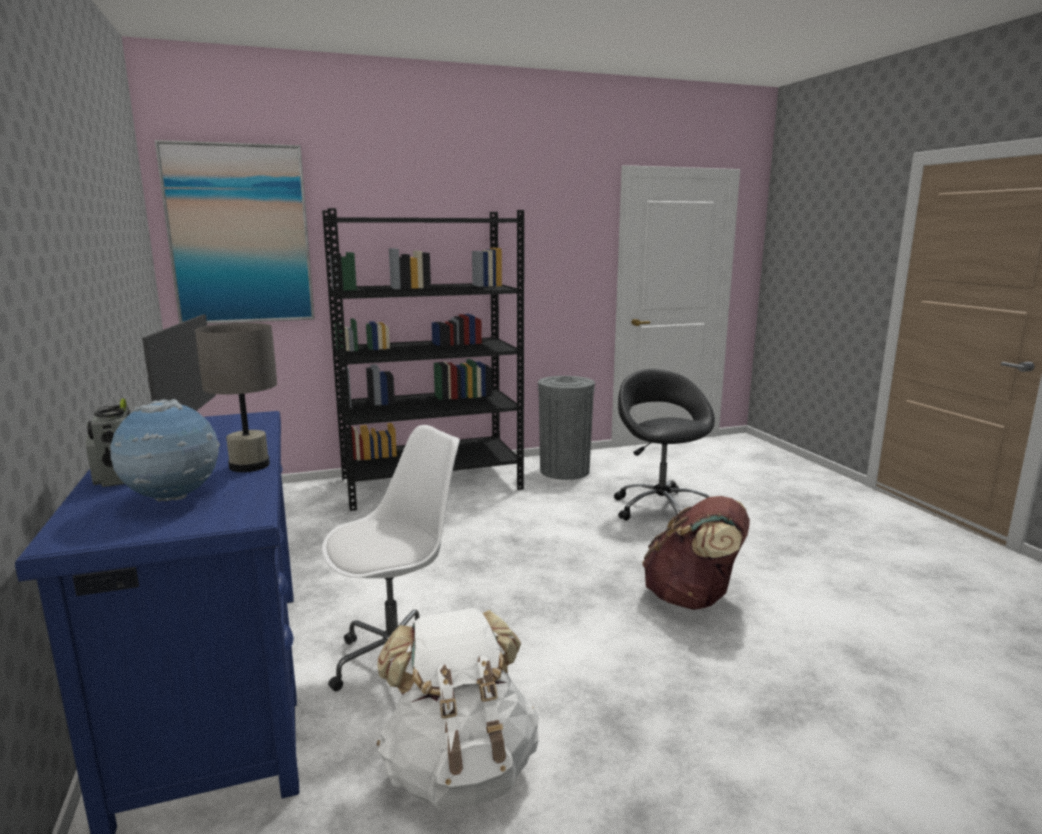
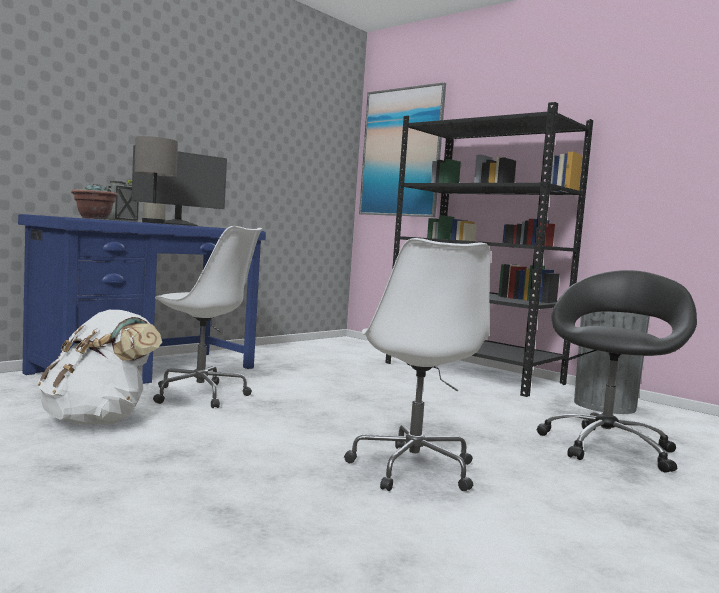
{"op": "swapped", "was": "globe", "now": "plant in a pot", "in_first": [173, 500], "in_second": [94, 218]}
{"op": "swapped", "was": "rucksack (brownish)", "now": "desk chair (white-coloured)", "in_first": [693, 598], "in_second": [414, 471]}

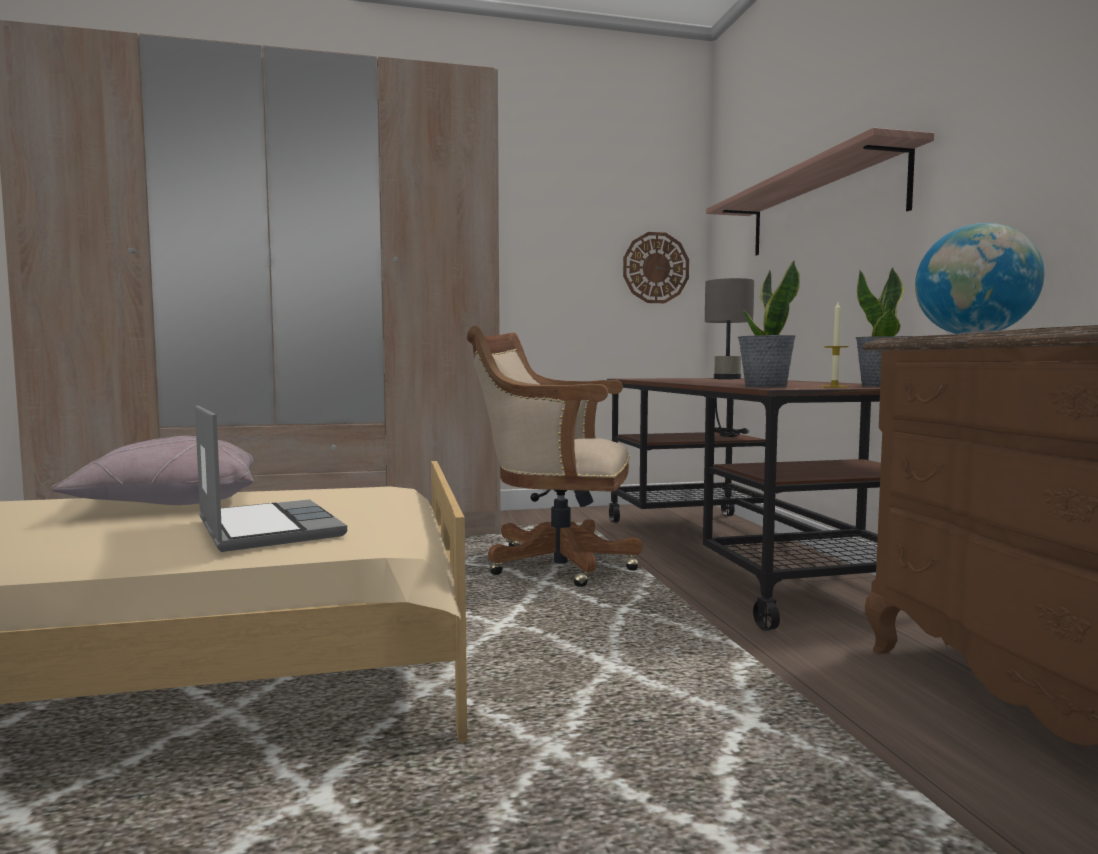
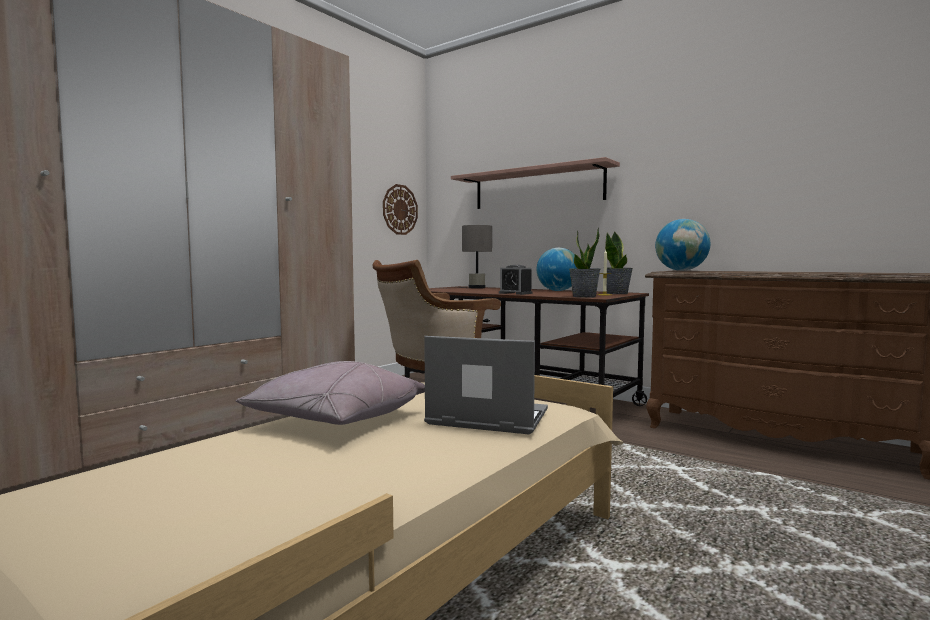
{"op": "new", "now": "alarm clock", "in_second": [515, 293]}
{"op": "new", "now": "globe", "in_second": [557, 291]}

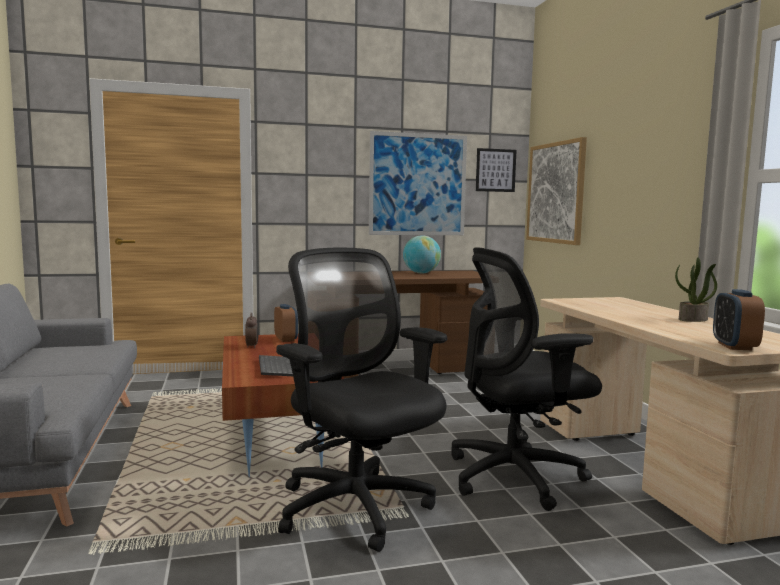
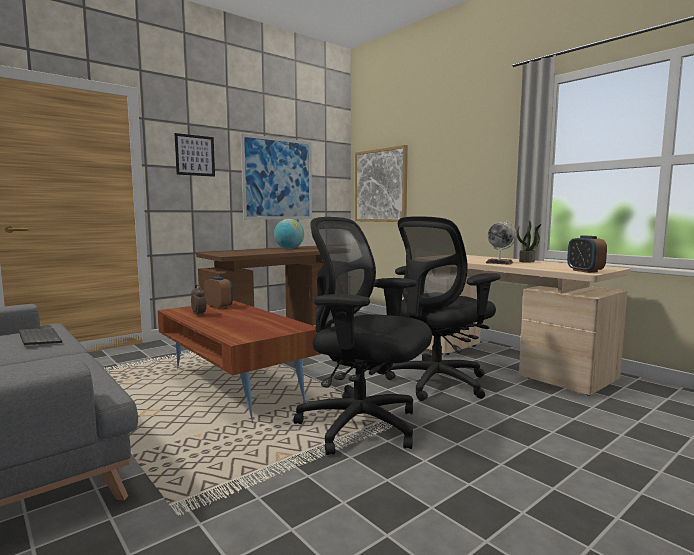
{"op": "new", "now": "globe", "in_second": [499, 263]}
{"op": "shifted", "was": "keyboard", "in_first": [274, 367], "in_second": [38, 338]}
{"op": "shifted", "was": "wall picture", "in_first": [495, 170], "in_second": [195, 155]}

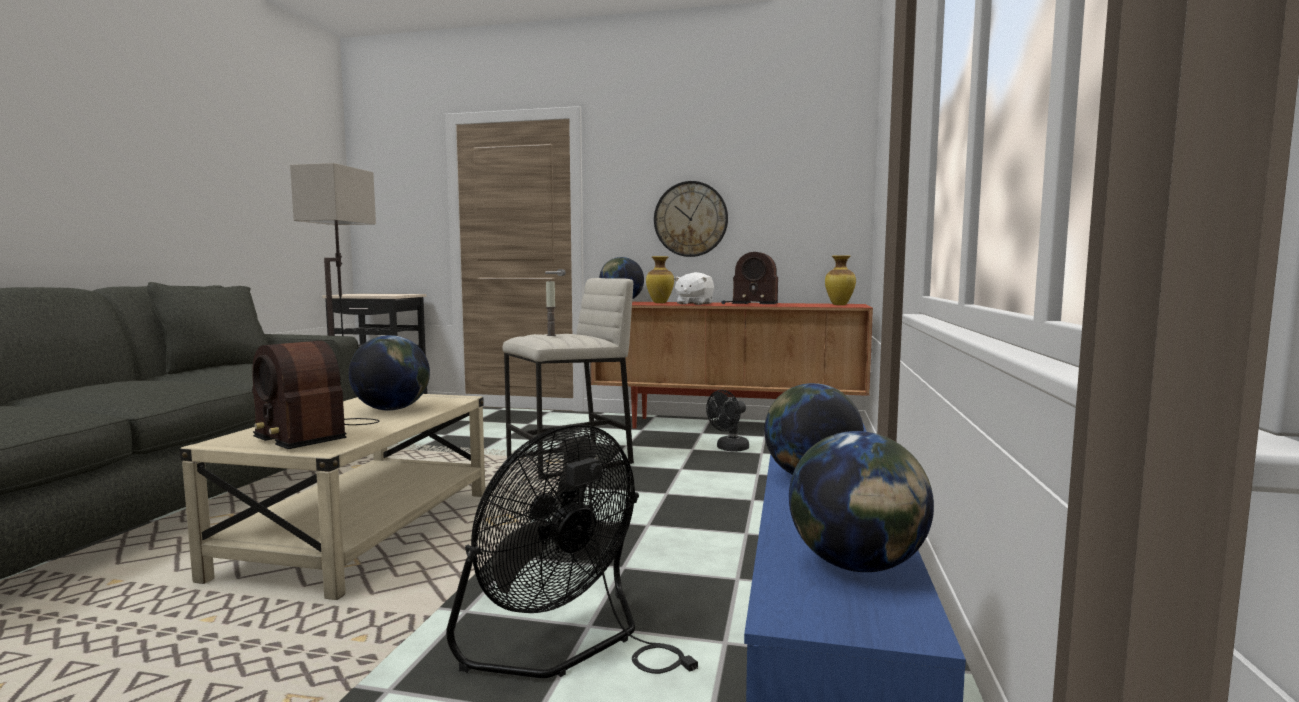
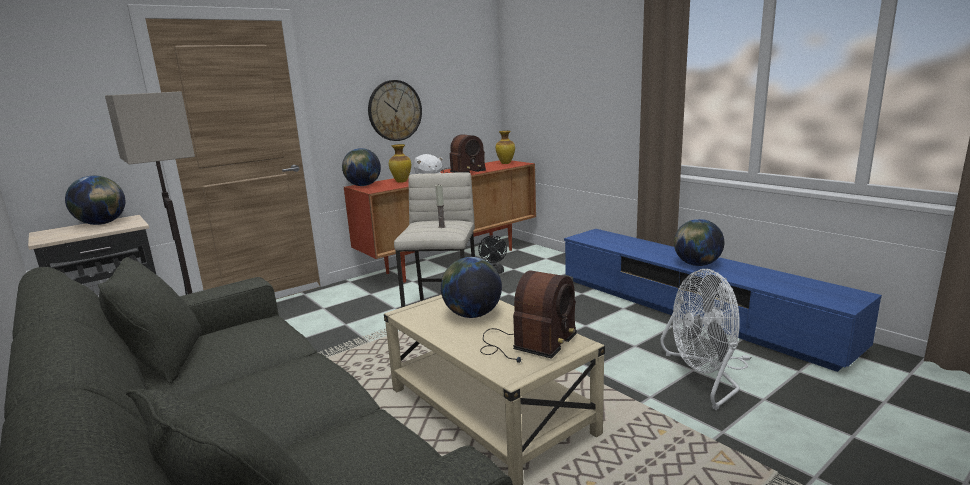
{"op": "shifted", "was": "globe", "in_first": [857, 565], "in_second": [102, 223]}
{"op": "repainted", "was": "electric fan (black)", "now": "electric fan (white-coloured)", "in_first": [580, 641], "in_second": [707, 375]}
{"op": "rotated", "was": "radio set", "in_first": [314, 434], "in_second": [527, 344], "clockwise": -45}

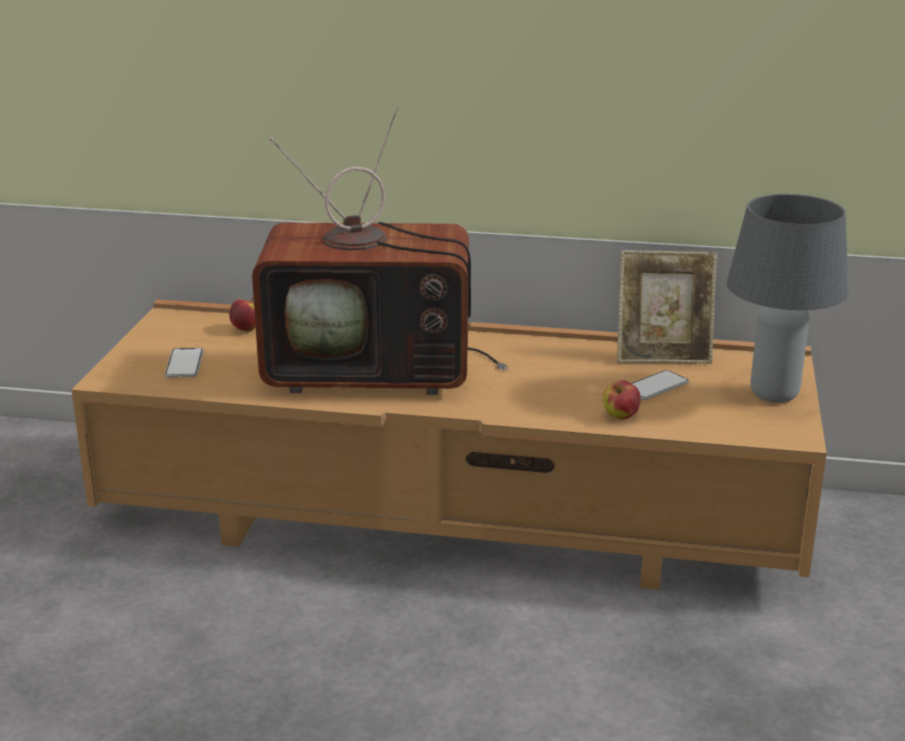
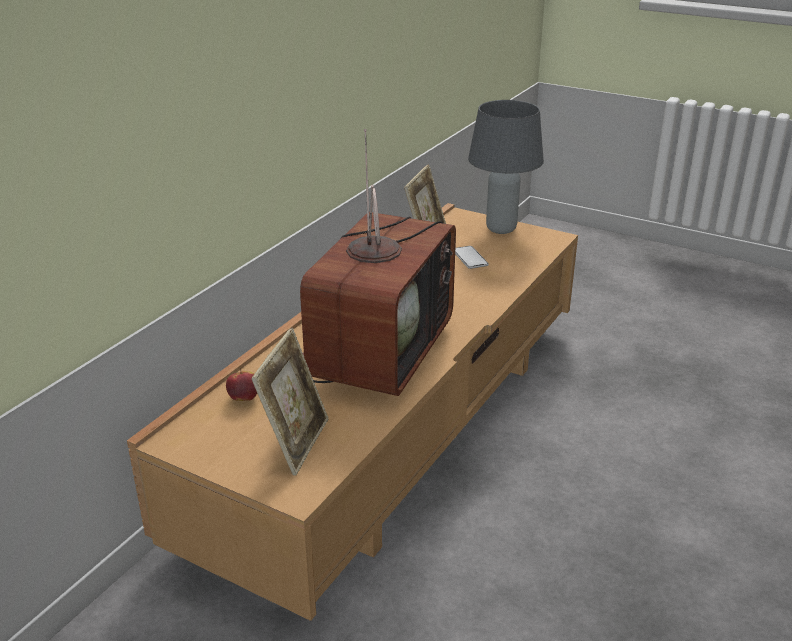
{"op": "gone", "was": "apple fruit", "in_first": [620, 416]}
{"op": "swapped", "was": "telephone", "now": "photo frame", "in_first": [184, 364], "in_second": [295, 443]}

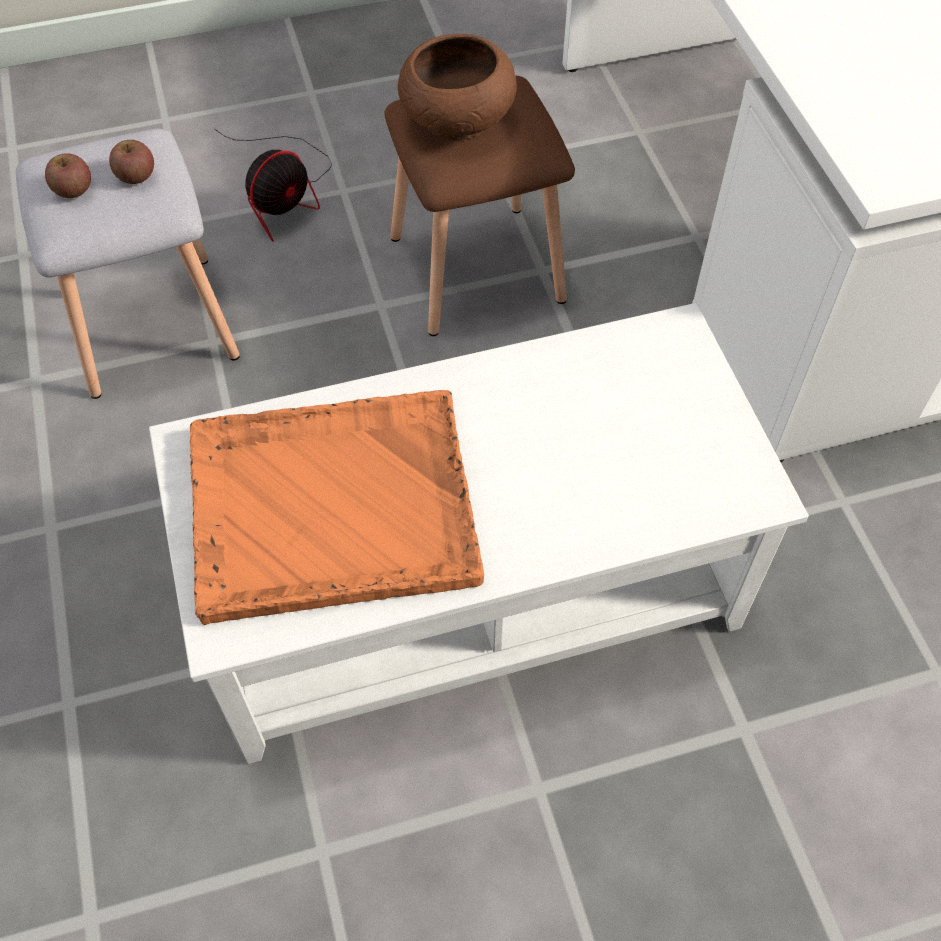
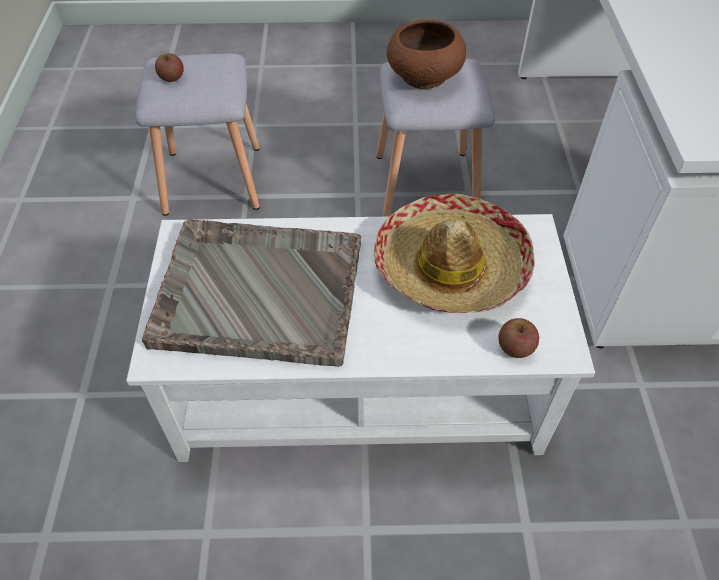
{"op": "gone", "was": "electric fan", "in_first": [283, 193]}
{"op": "new", "now": "wearable hat", "in_second": [451, 266]}
{"op": "shifted", "was": "apple fruit", "in_first": [136, 176], "in_second": [515, 347]}
{"op": "repainted", "was": "tray (orangey)", "now": "tray (greyish)", "in_first": [329, 506], "in_second": [257, 292]}
{"op": "repainted", "was": "stool (brownish)", "now": "stool (greyish)", "in_first": [474, 267], "in_second": [424, 183]}

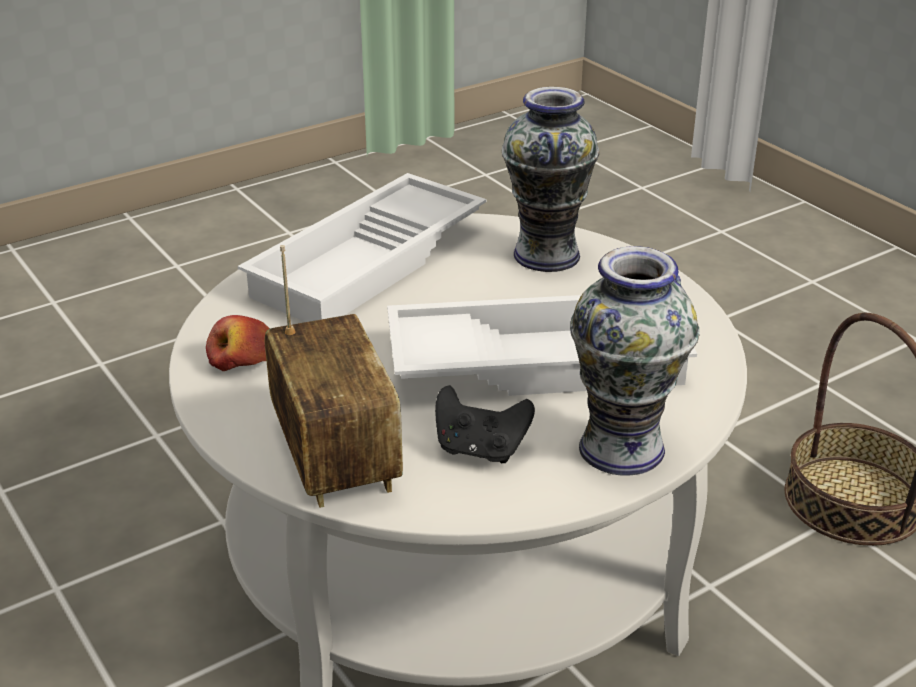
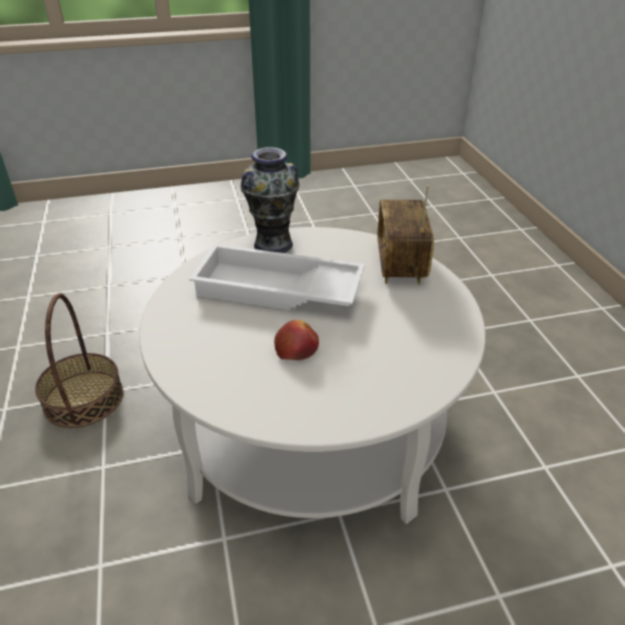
{"op": "gone", "was": "tray (white-coloured)", "in_first": [370, 264]}
{"op": "gone", "was": "gamepad (black)", "in_first": [480, 450]}
{"op": "gone", "was": "flower vase", "in_first": [547, 255]}
{"op": "shifted", "was": "apple fruit", "in_first": [243, 361], "in_second": [297, 348]}

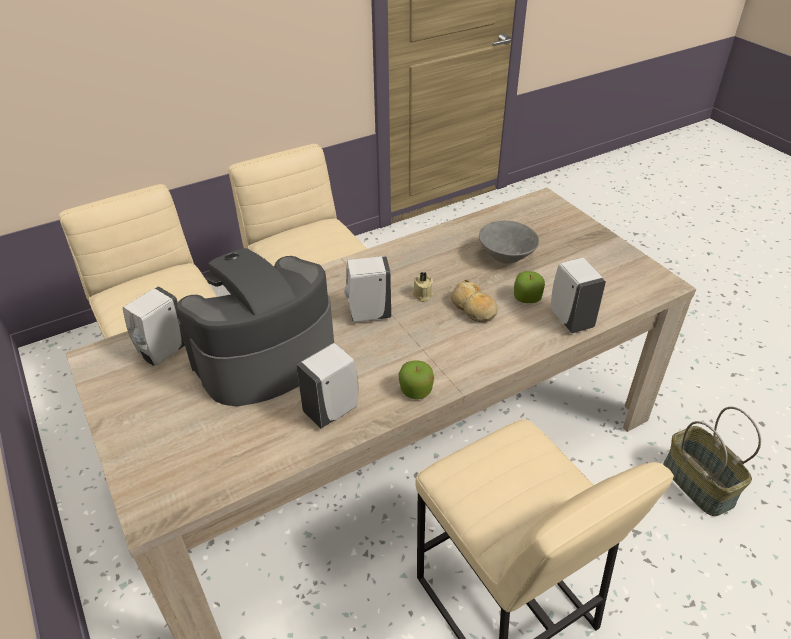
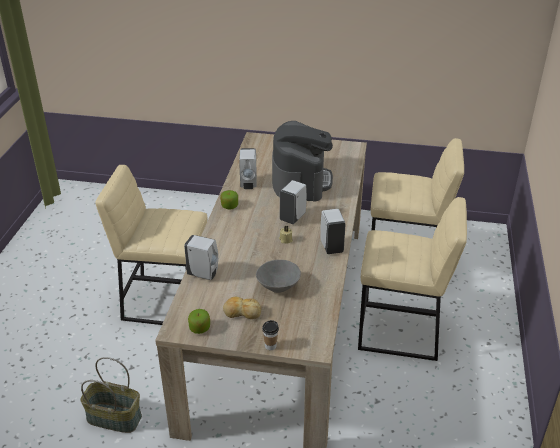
{"op": "new", "now": "cup", "in_second": [270, 346]}
{"op": "shifted", "was": "soap dispenser (white-coloured)", "in_first": [162, 352], "in_second": [331, 246]}
{"op": "shifted", "was": "bakery bread", "in_first": [473, 309], "in_second": [242, 312]}
{"op": "shifted", "was": "apple fruit", "in_first": [527, 298], "in_second": [199, 328]}

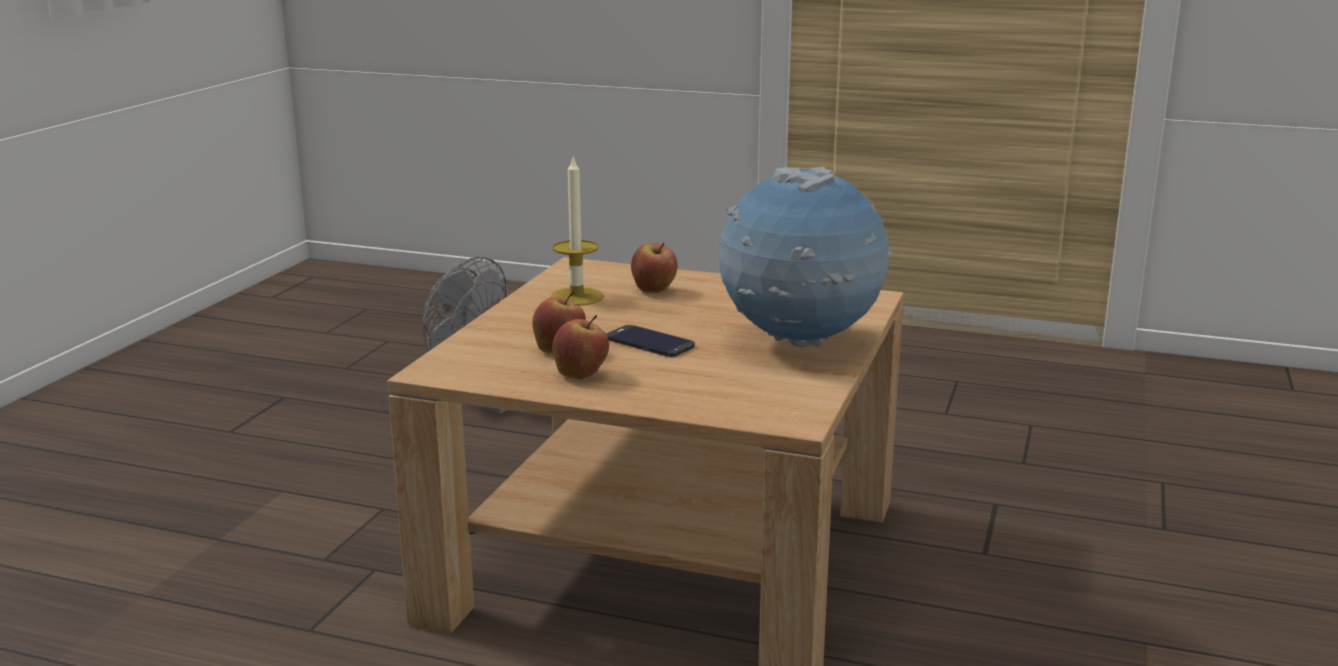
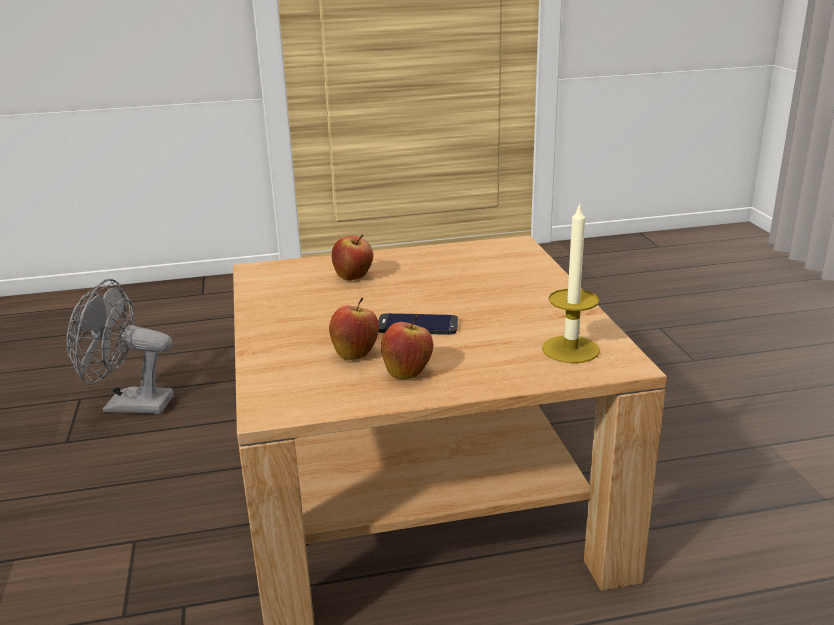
{"op": "gone", "was": "globe", "in_first": [800, 344]}
{"op": "shifted", "was": "wax candle", "in_first": [576, 297], "in_second": [570, 349]}

